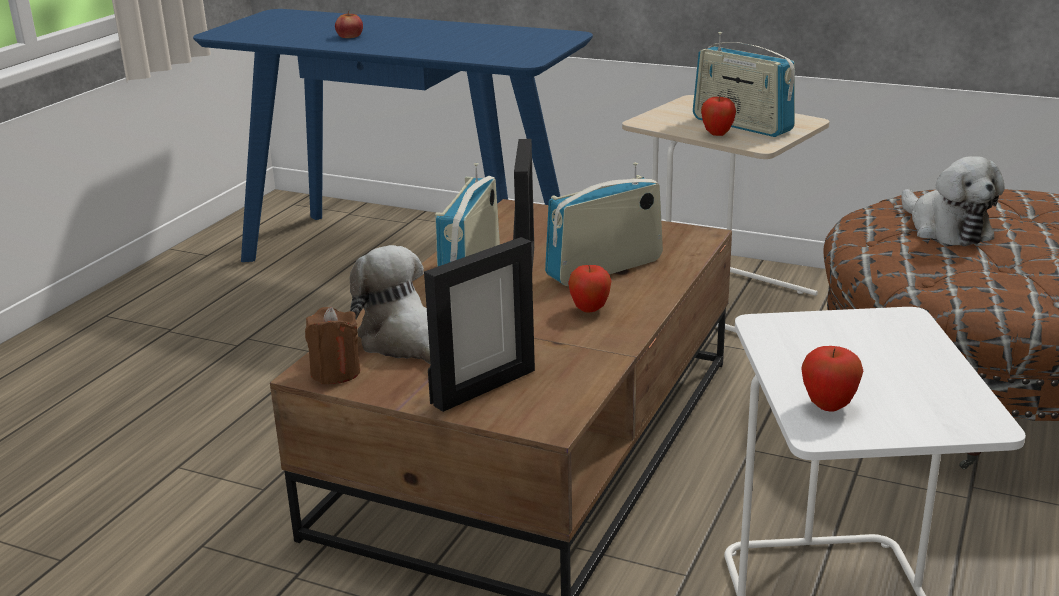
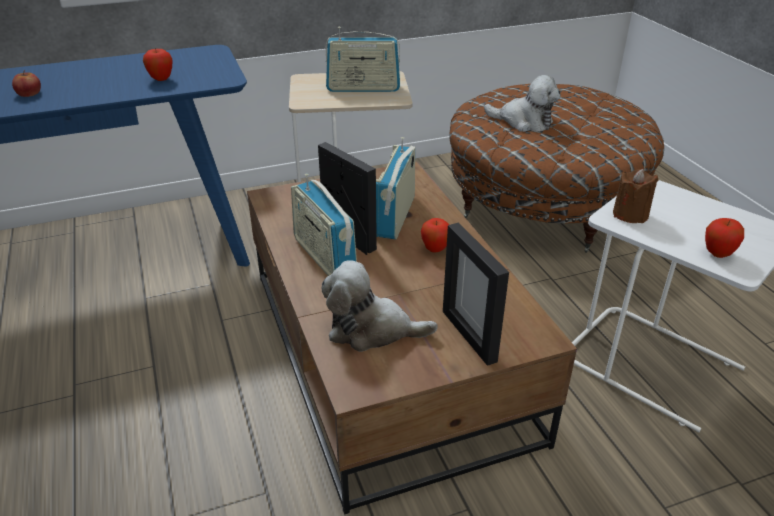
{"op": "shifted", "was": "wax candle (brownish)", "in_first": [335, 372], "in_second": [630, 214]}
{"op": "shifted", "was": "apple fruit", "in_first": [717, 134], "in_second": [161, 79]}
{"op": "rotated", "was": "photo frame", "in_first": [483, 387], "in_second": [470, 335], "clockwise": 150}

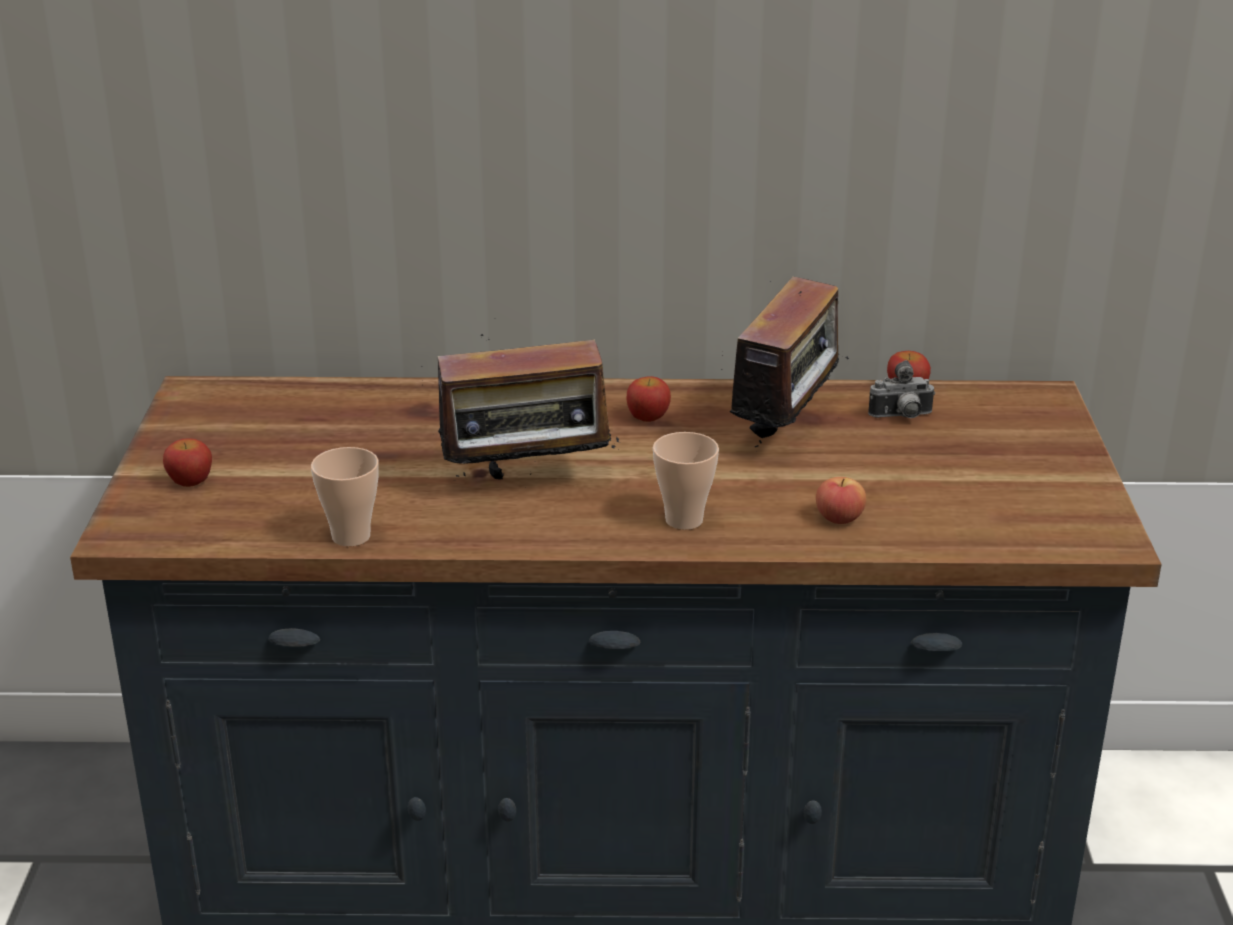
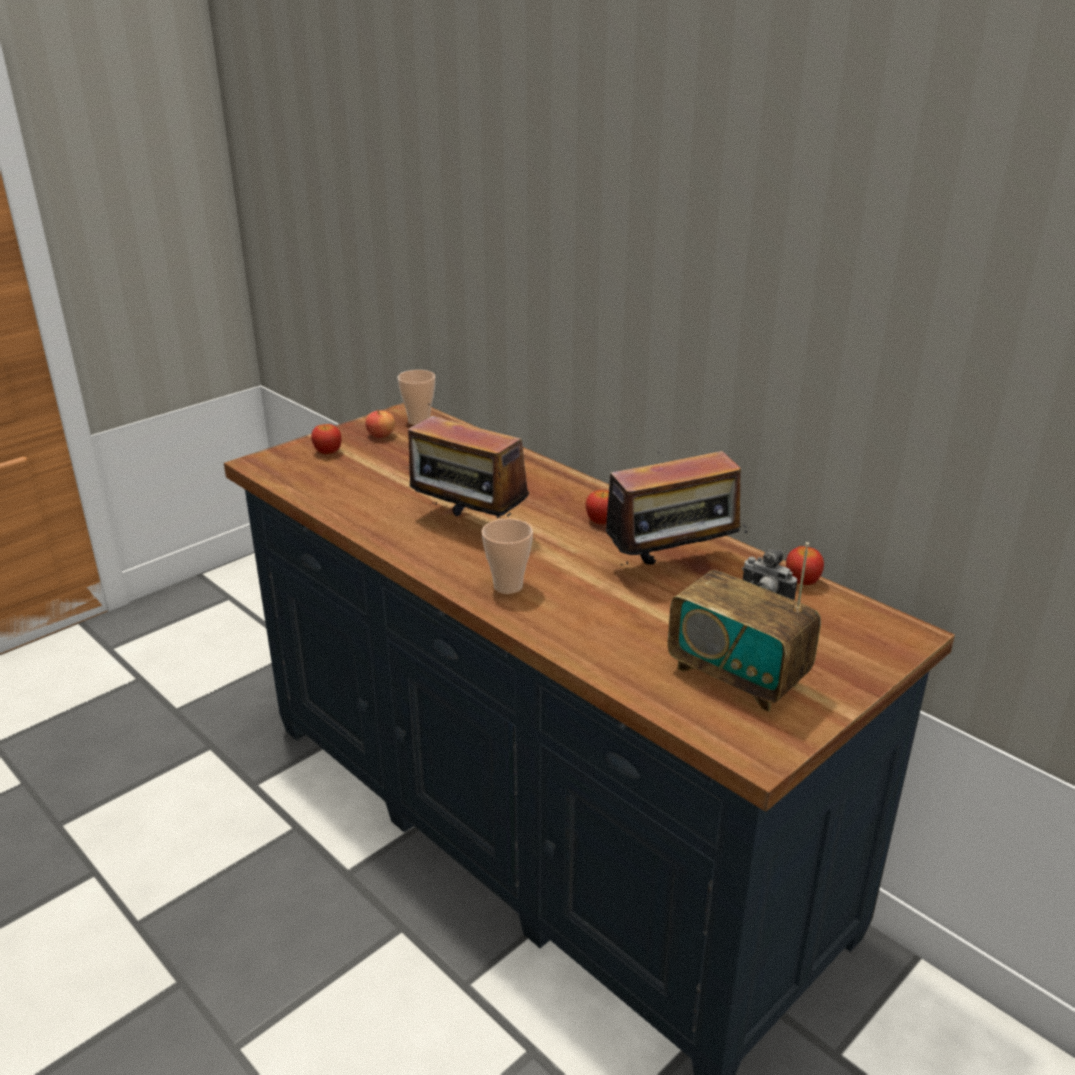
{"op": "new", "now": "radio set", "in_second": [737, 676]}
{"op": "shifted", "was": "cup", "in_first": [351, 536], "in_second": [419, 421]}
{"op": "shifted", "was": "apple fruit", "in_first": [839, 518], "in_second": [381, 435]}

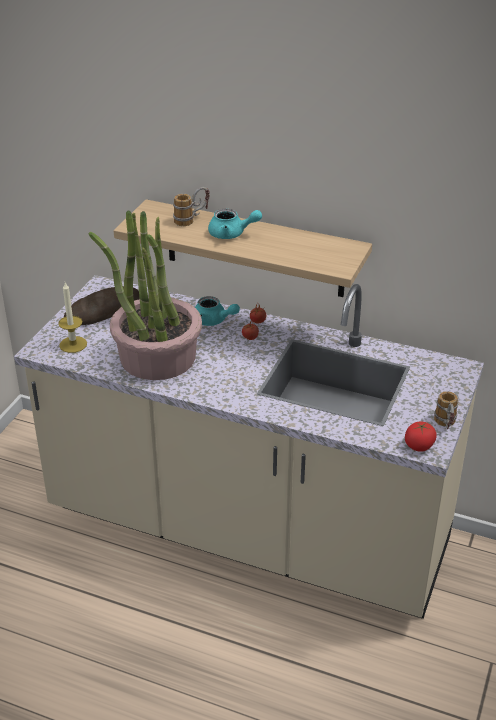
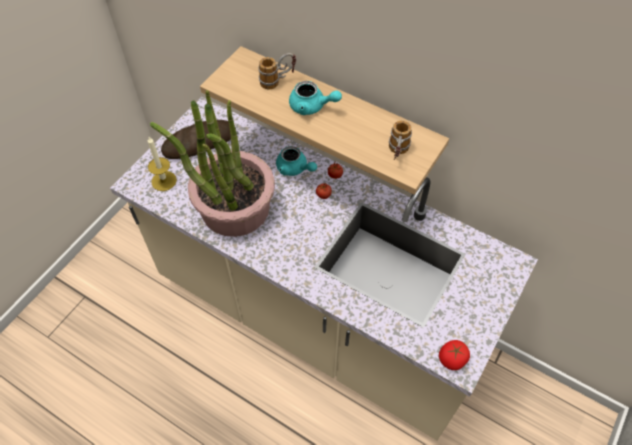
{"op": "shifted", "was": "mug", "in_first": [446, 426], "in_second": [397, 154]}

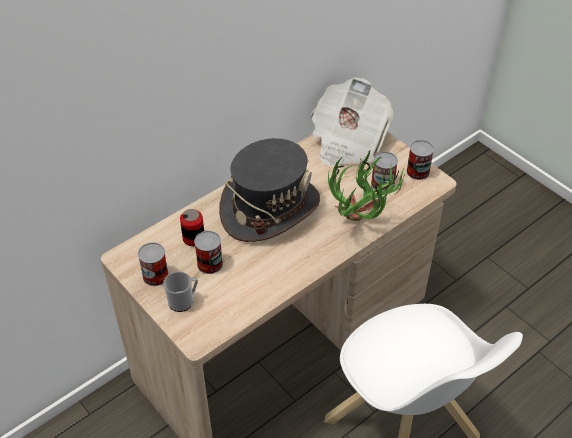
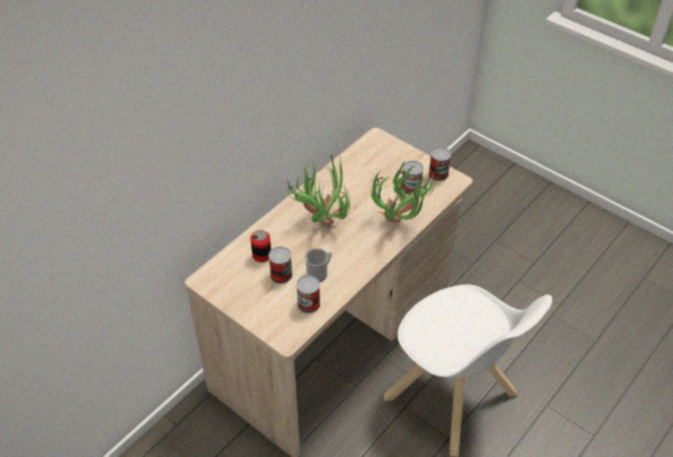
{"op": "gone", "was": "daily paper", "in_first": [347, 141]}
{"op": "shifted", "was": "can", "in_first": [155, 275], "in_second": [308, 304]}
{"op": "shifted", "was": "mug", "in_first": [183, 301], "in_second": [319, 273]}
{"op": "swapped", "was": "wearable hat (greyish)", "now": "plant in a pot", "in_first": [269, 208], "in_second": [320, 221]}

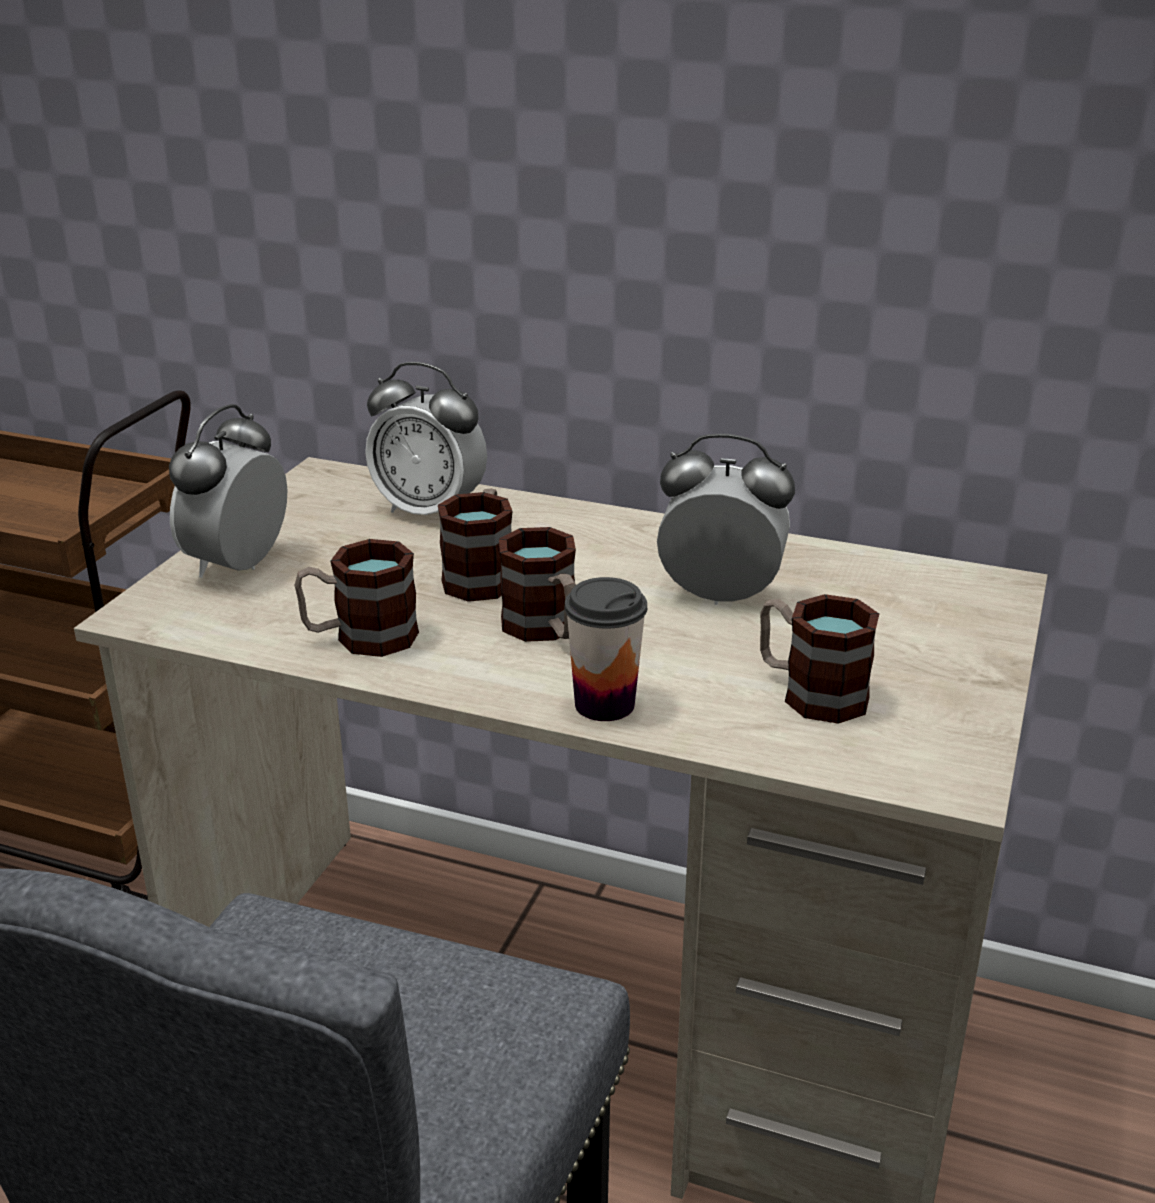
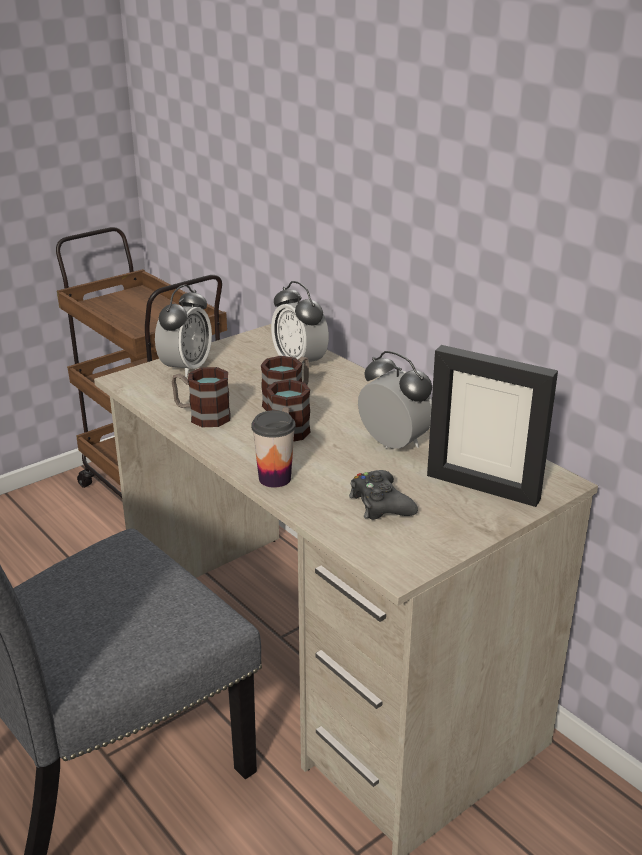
{"op": "new", "now": "photo frame", "in_second": [483, 486]}
{"op": "swapped", "was": "mug", "now": "gamepad (black)", "in_first": [810, 692], "in_second": [380, 504]}
{"op": "rotated", "was": "alarm clock", "in_first": [238, 566], "in_second": [186, 368], "clockwise": 150}

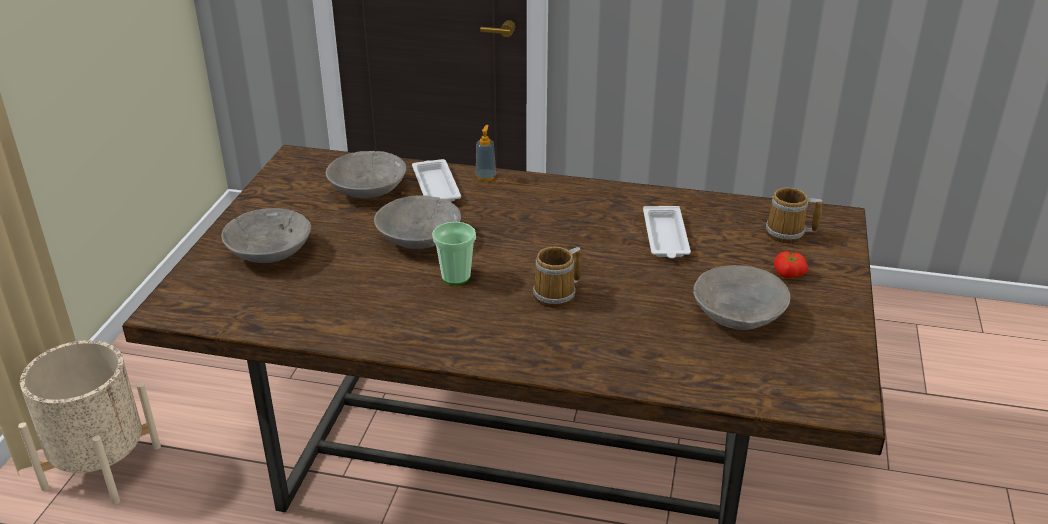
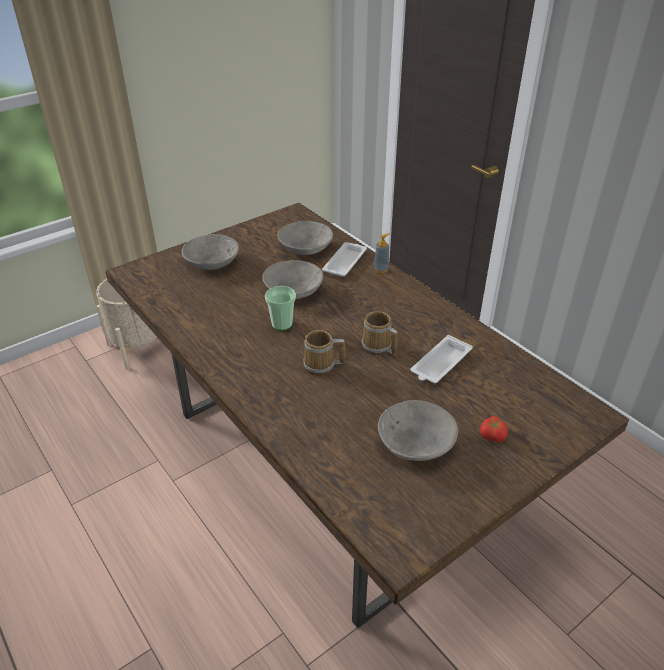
{"op": "shifted", "was": "mug", "in_first": [788, 234], "in_second": [377, 347]}

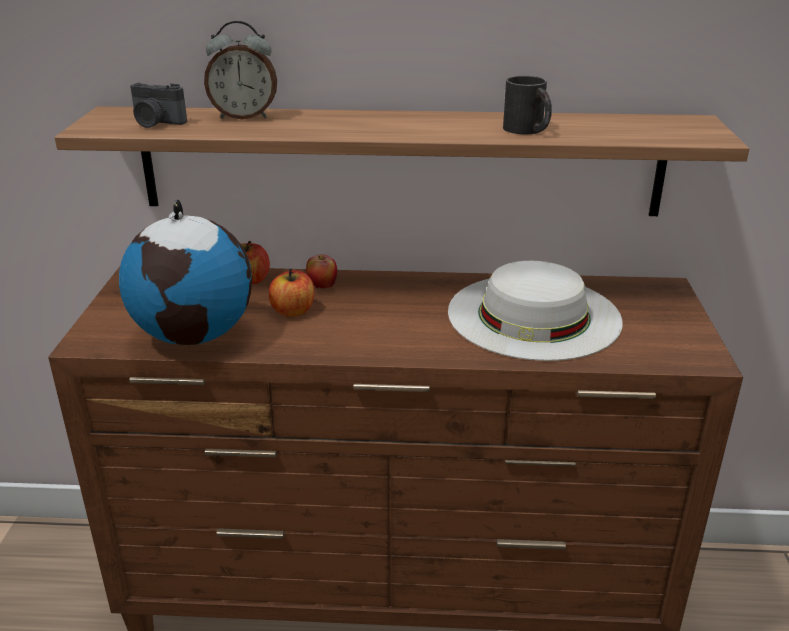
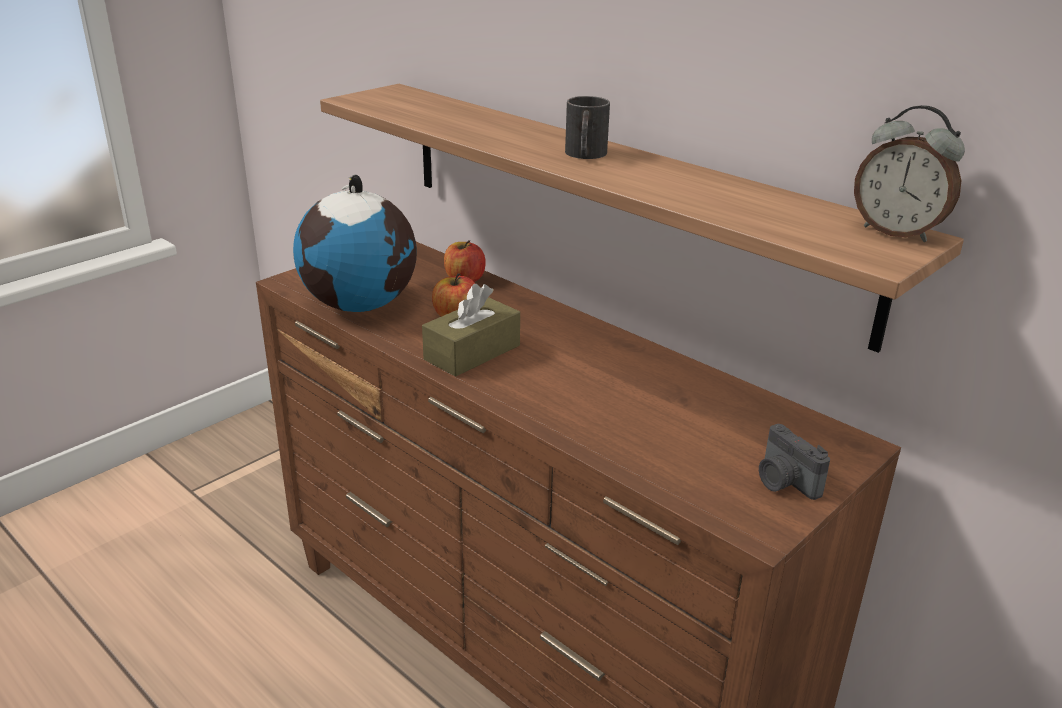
{"op": "gone", "was": "apple fruit", "in_first": [322, 286]}
{"op": "gone", "was": "wearable hat (white-coloured)", "in_first": [533, 315]}
{"op": "new", "now": "tissue holder (brownish)", "in_second": [472, 352]}
{"op": "shifted", "was": "photo camera", "in_first": [156, 123], "in_second": [784, 482]}
{"op": "shifted", "was": "alarm clock", "in_first": [244, 117], "in_second": [897, 232]}
{"op": "shifted", "was": "mug (black)", "in_first": [528, 130], "in_second": [585, 155]}

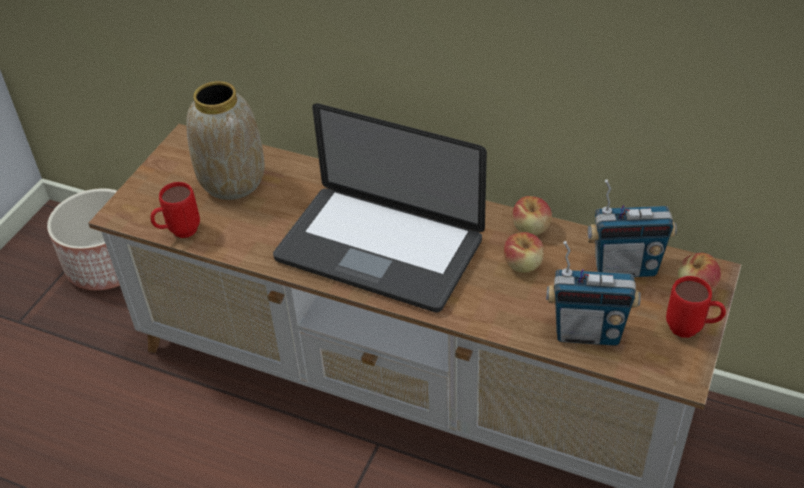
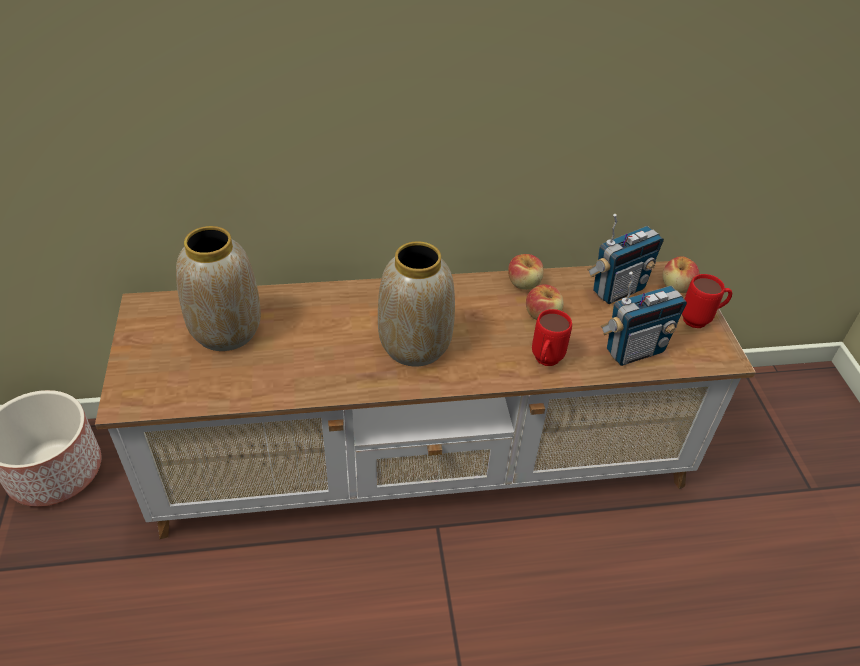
{"op": "shifted", "was": "mug (red)", "in_first": [179, 233], "in_second": [544, 362]}
{"op": "swapped", "was": "laptop", "now": "flower vase", "in_first": [379, 250], "in_second": [415, 345]}

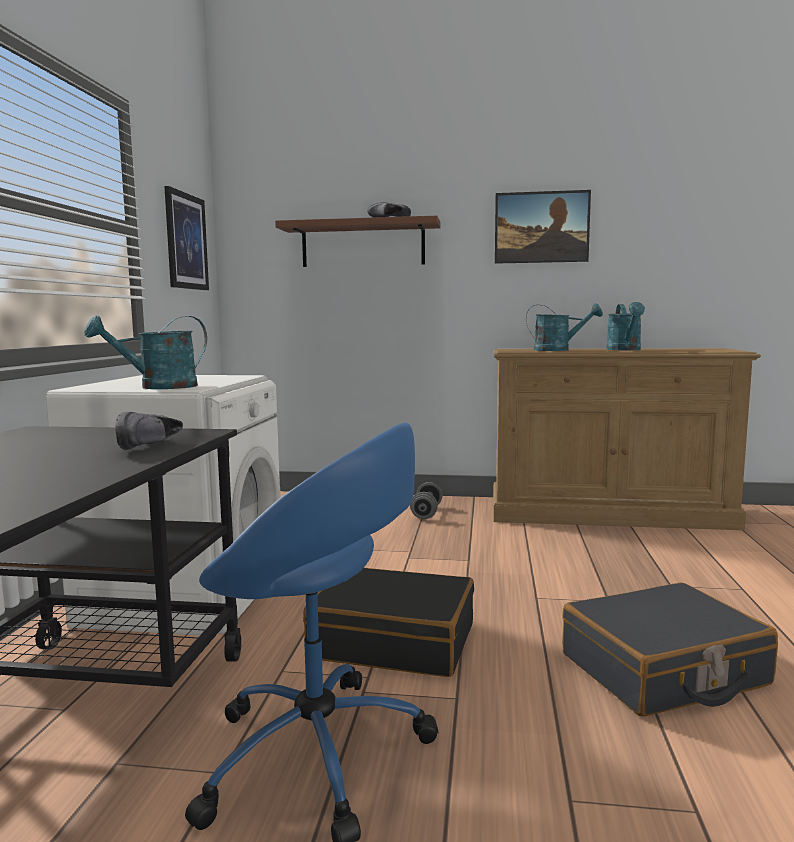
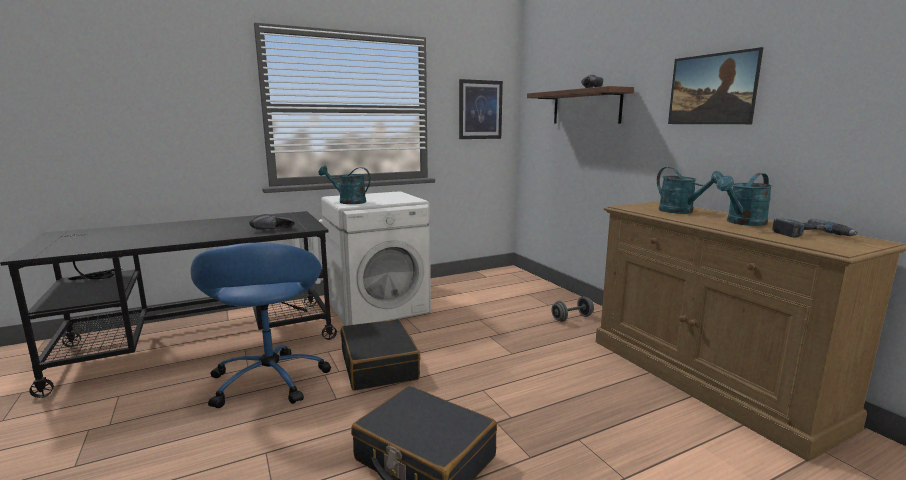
{"op": "new", "now": "power drill", "in_second": [811, 235]}

